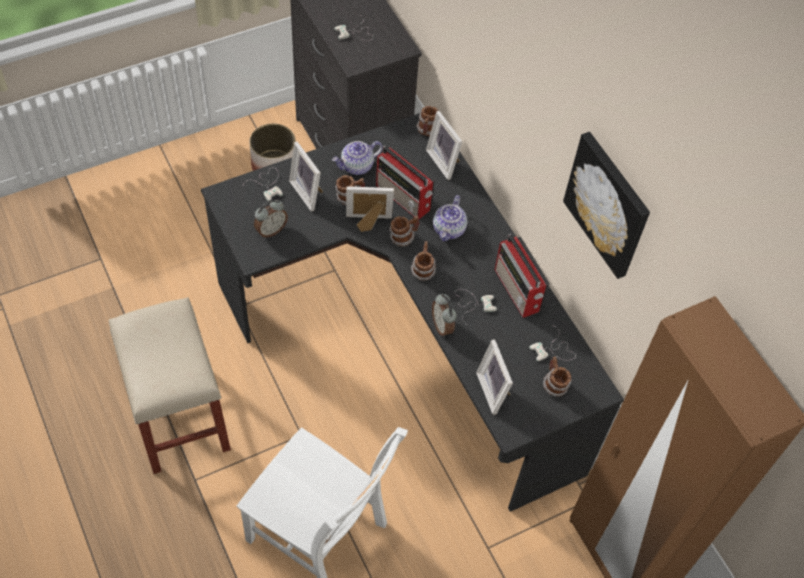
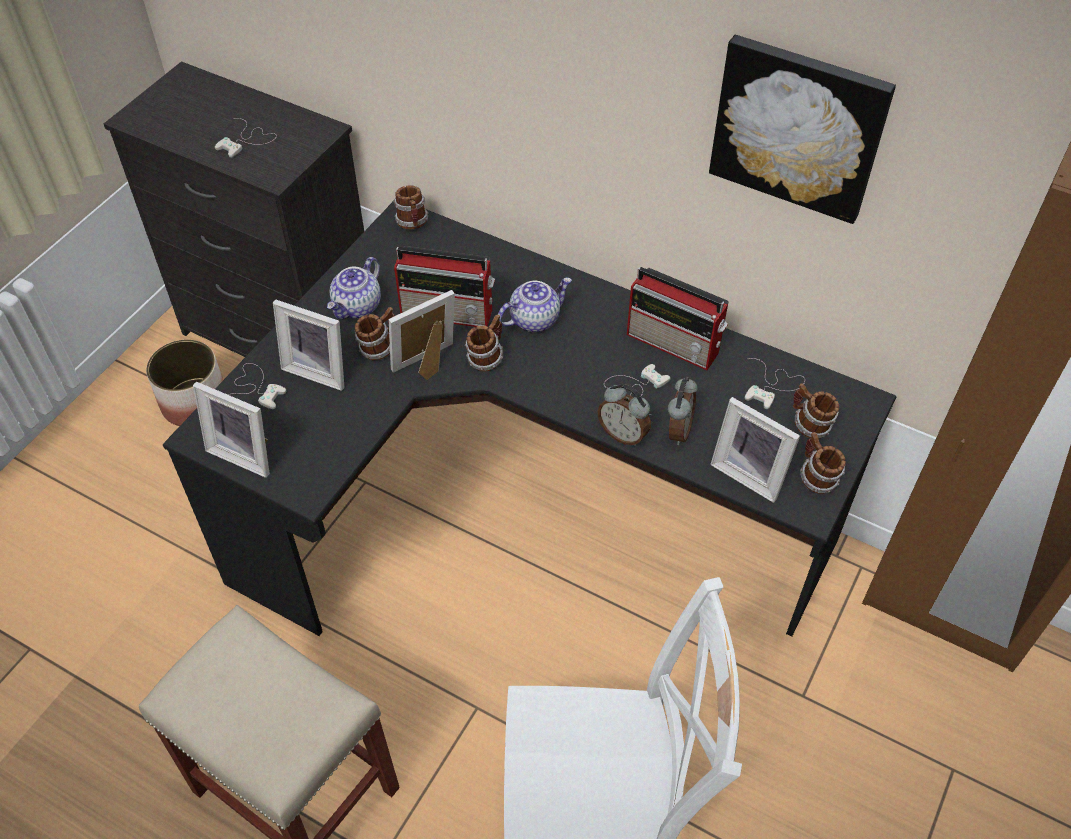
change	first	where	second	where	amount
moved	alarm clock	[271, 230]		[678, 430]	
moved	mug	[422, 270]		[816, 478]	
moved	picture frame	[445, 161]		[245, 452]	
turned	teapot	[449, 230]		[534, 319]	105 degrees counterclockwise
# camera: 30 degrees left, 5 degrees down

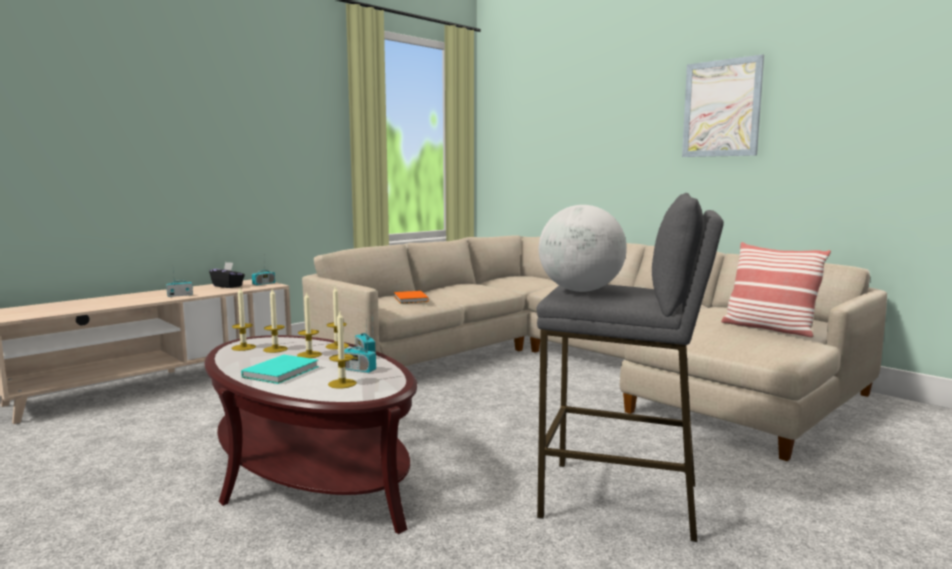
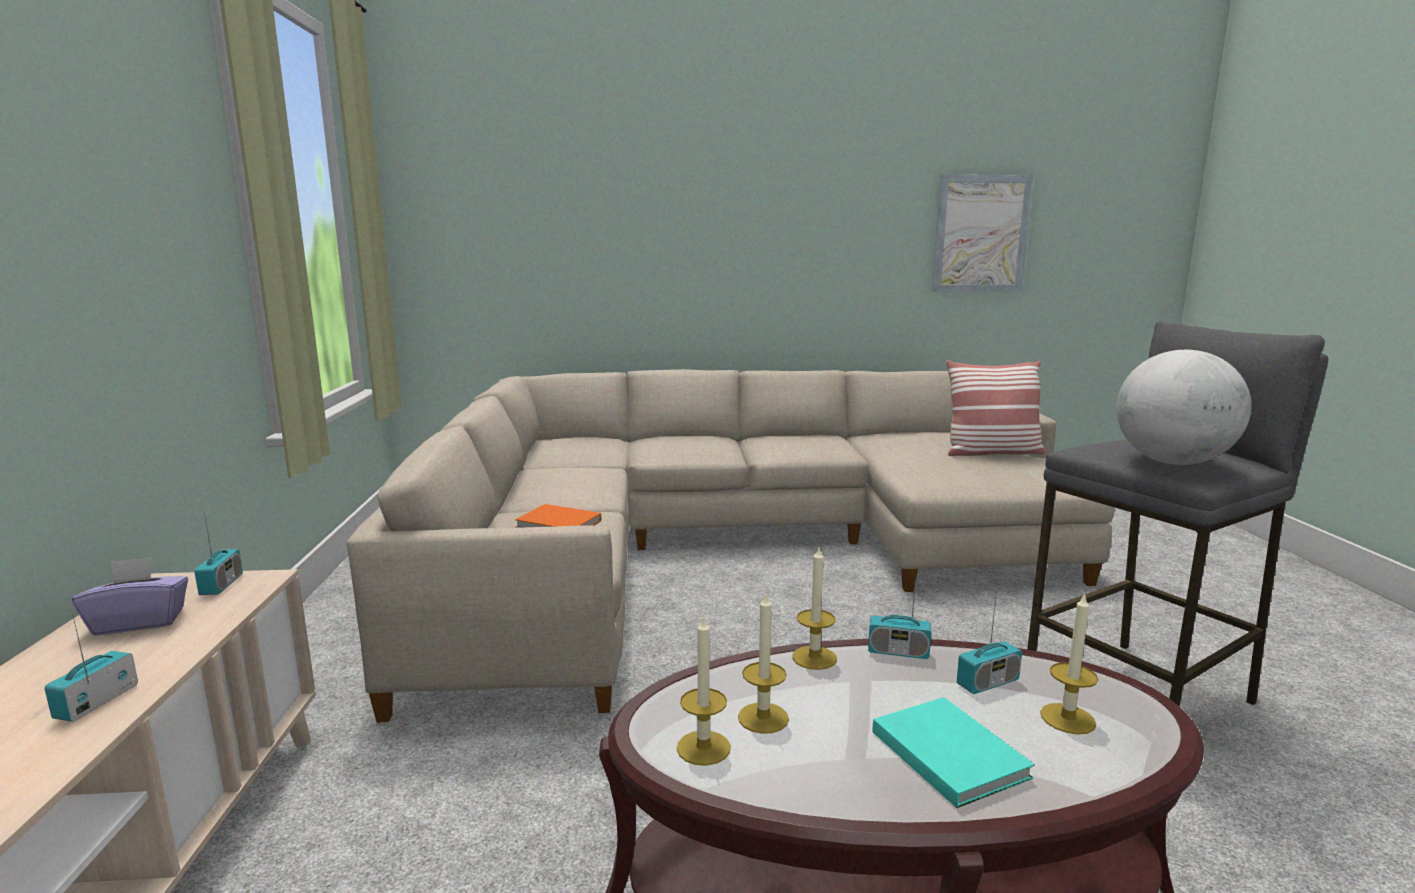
change	first	where	second	where	amount
removed	candle	[309, 355]			
moved	picture	[721, 108]		[980, 234]	
recoloured	tissue box (black)	[228, 286]	tissue box (purple)	[140, 622]	
# camera: 50 degrees left, 5 degrees up

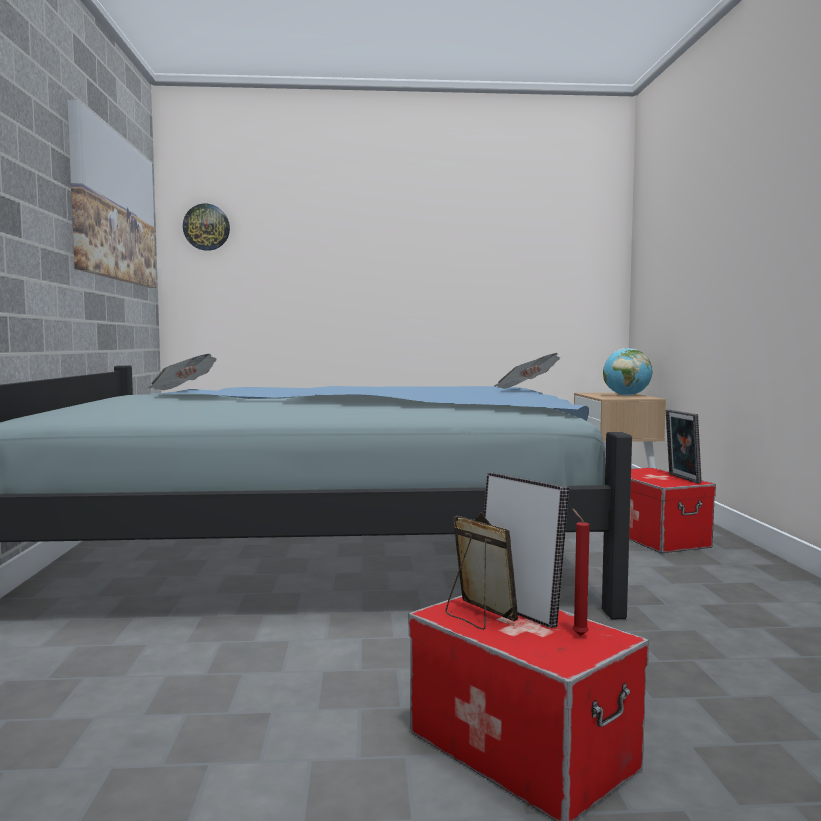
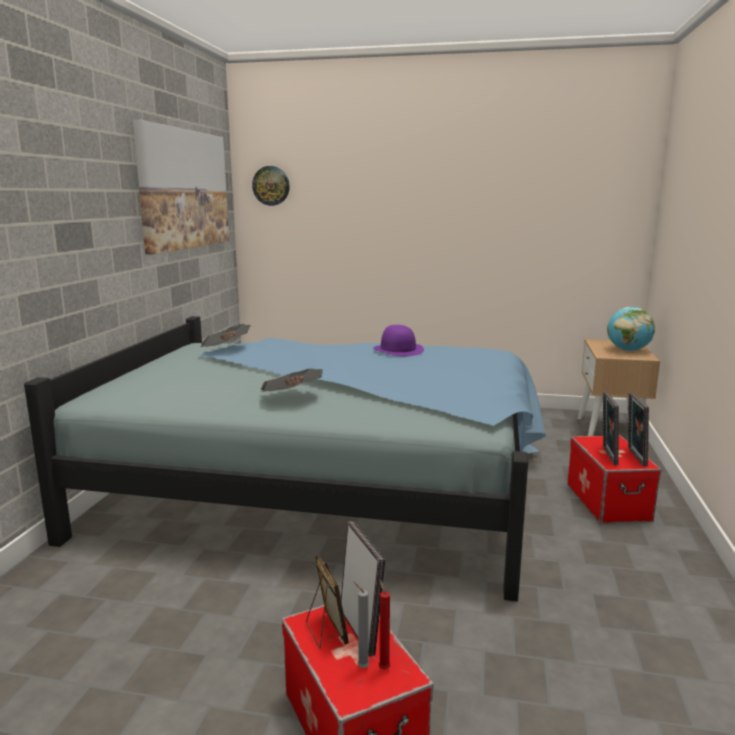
change	first	where	second	where	amount
added			candle (grey)	[361, 667]	
added			hat (purple)	[398, 350]	
added			picture frame	[607, 456]	
moved	newspaper	[526, 390]		[291, 398]	
# camera: 15 degrees right, 10 degrees up

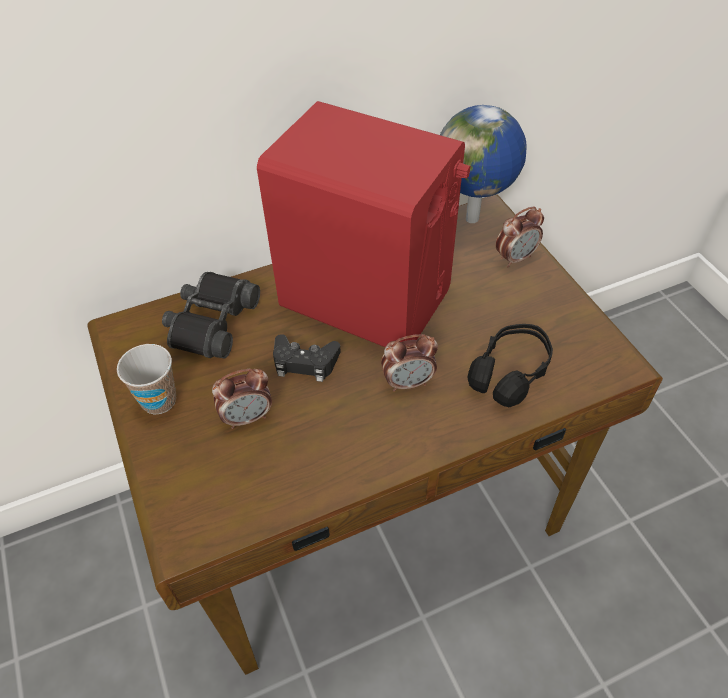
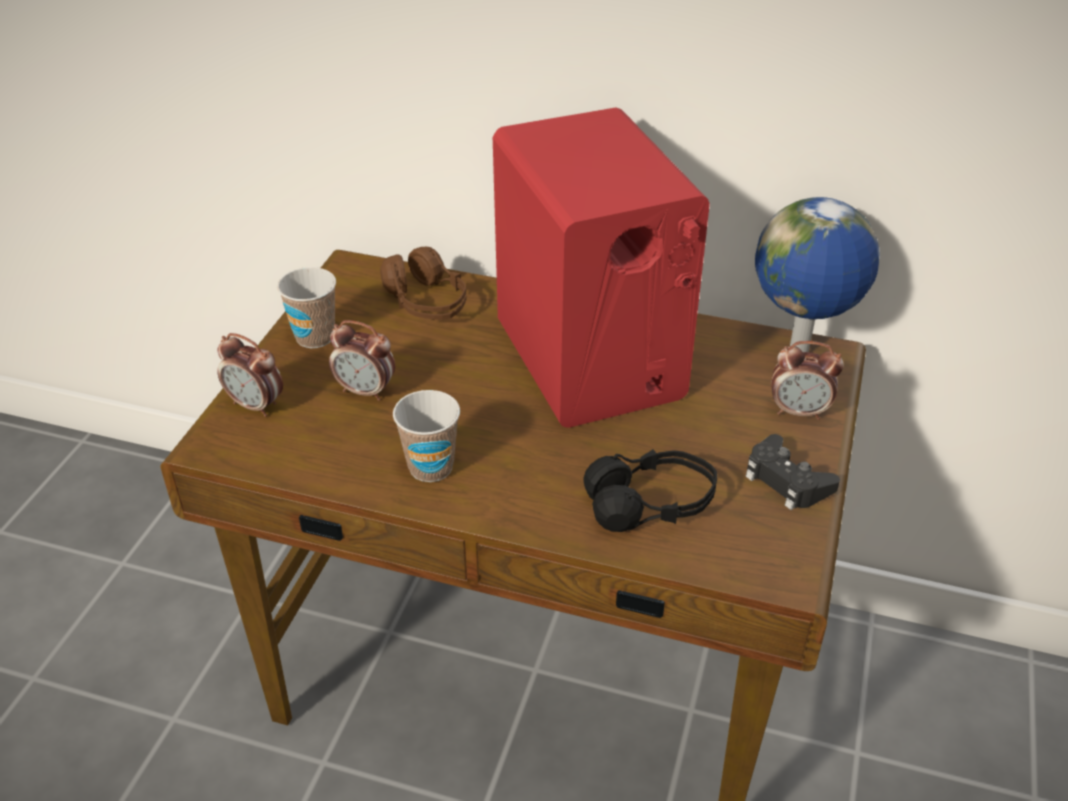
change	first	where	second	where	amount
added			cup	[431, 467]	
moved	game controller (black)	[305, 362]		[786, 480]	
moved	alarm clock	[408, 382]		[256, 405]	
replaced	binoculars (black)	[211, 322]	headphones (brown)	[427, 302]	
# camera: 40 degrees right, 10 degrees down

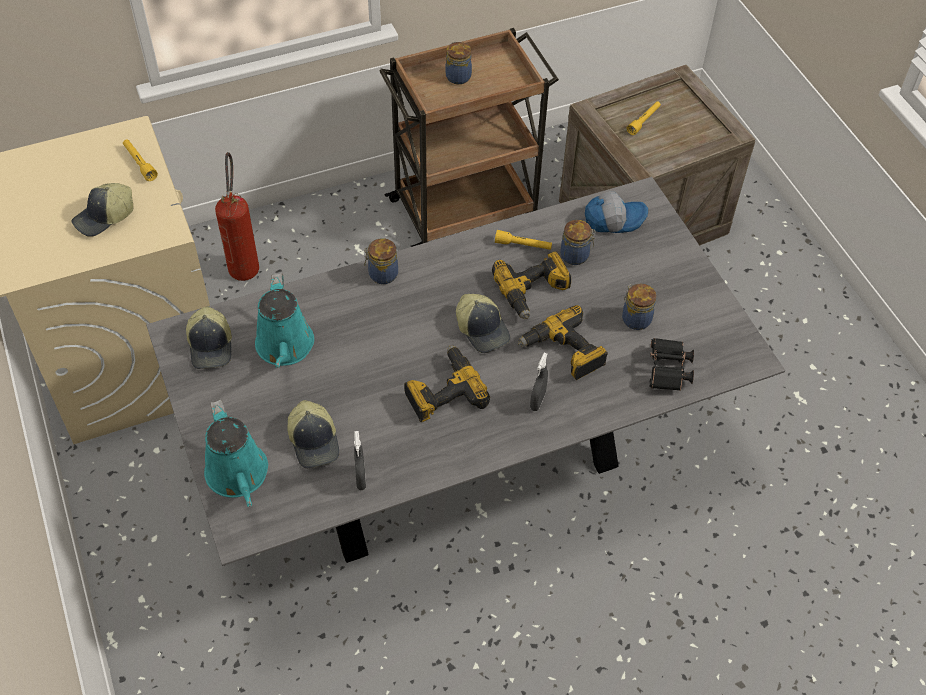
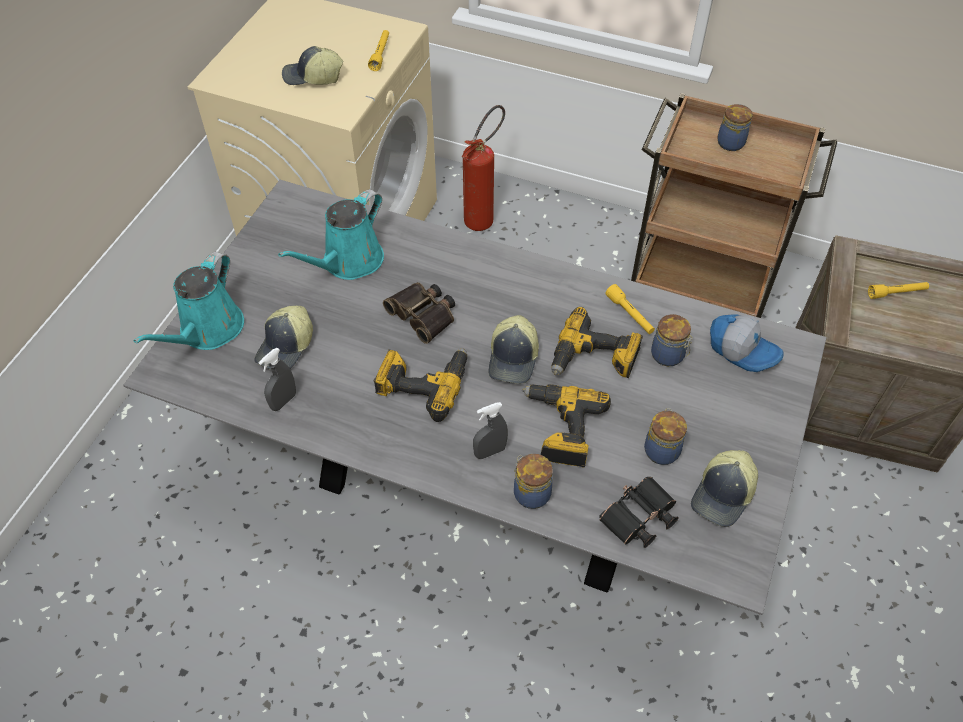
change	first	where	second	where	amount
added			binoculars	[424, 314]	
moved	cap	[211, 346]		[724, 495]	
moved	jar	[382, 274]		[530, 493]	
# camera: 45 degrees right, 0 degrees up

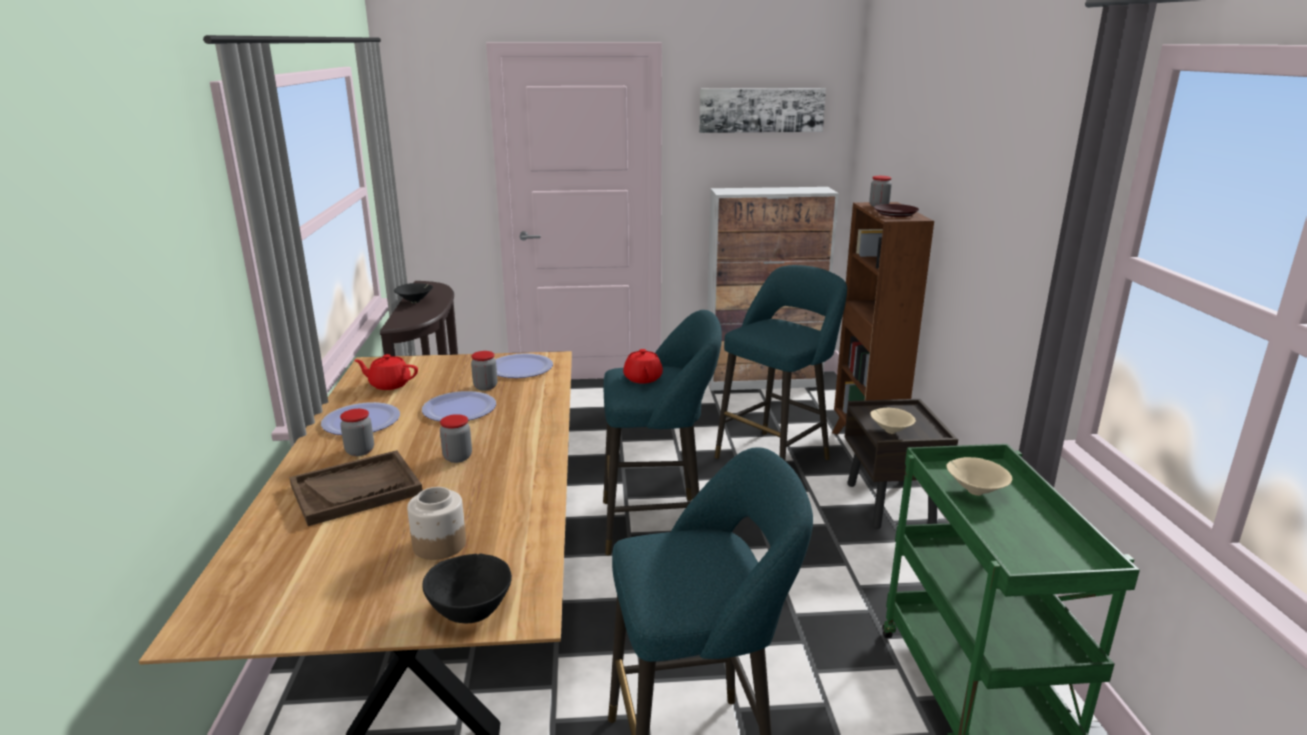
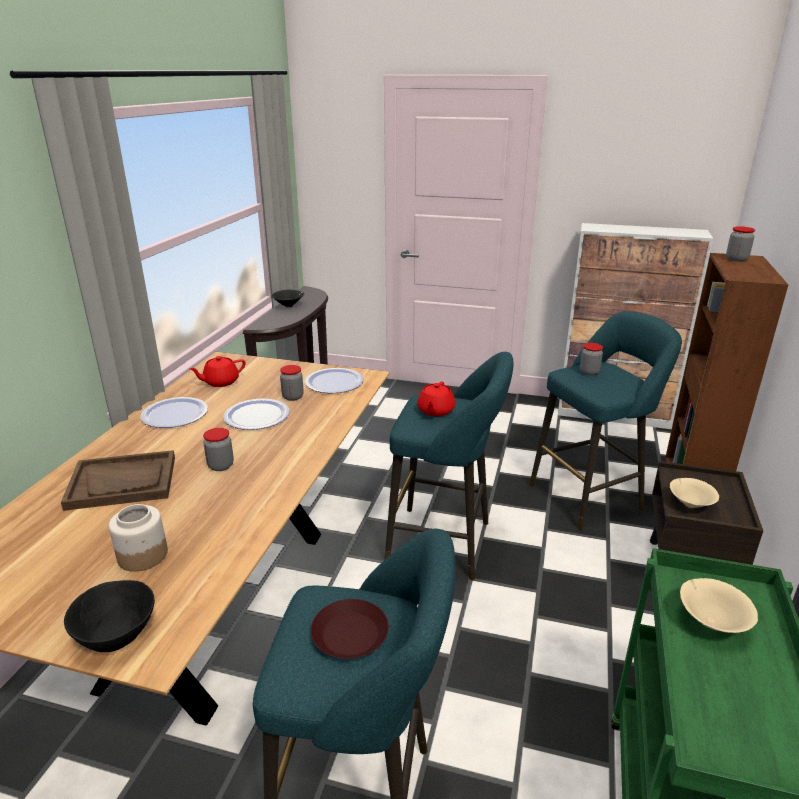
change	first	where	second	where	amount
removed	picture	[761, 110]			
moved	jar	[360, 451]		[589, 372]	
moved	plate (brown)	[895, 213]		[350, 634]	
turned	teapot (red)	[389, 384]		[220, 382]	60 degrees counterclockwise
# camera: 20 degrees right, 5 degrees up

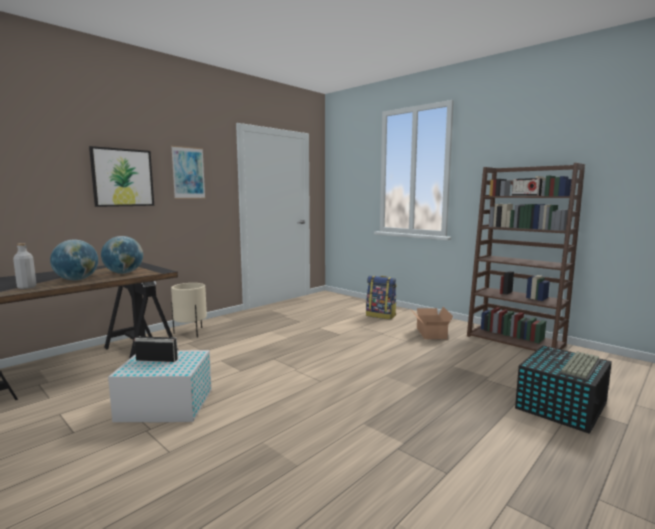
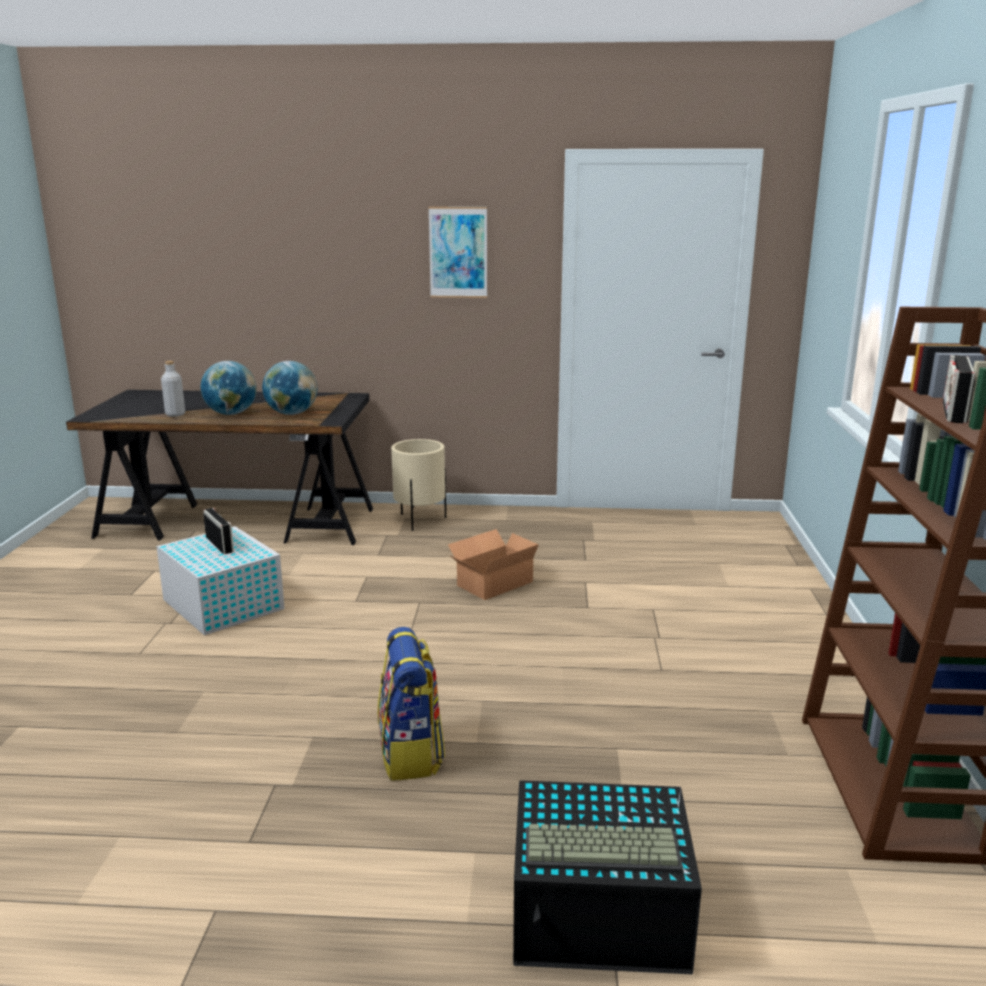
change	first	where	second	where	amount
removed	picture	[122, 177]			
moved	backpack	[381, 315]		[411, 754]	
moved	cardboard box	[430, 333]		[492, 583]	
# camera: 50 degrees right, 10 degrees up

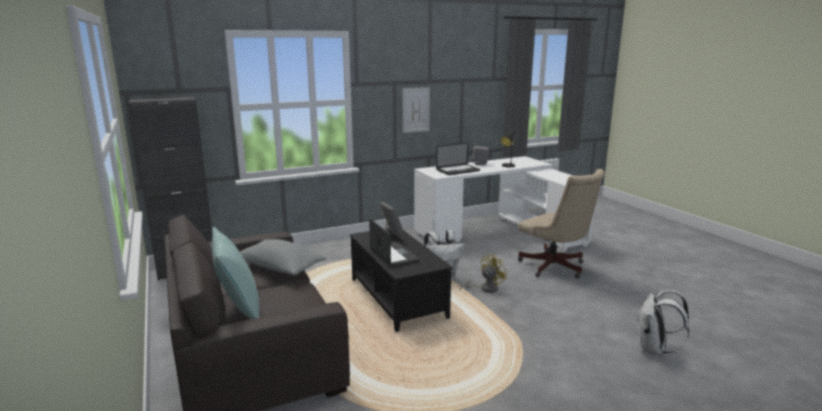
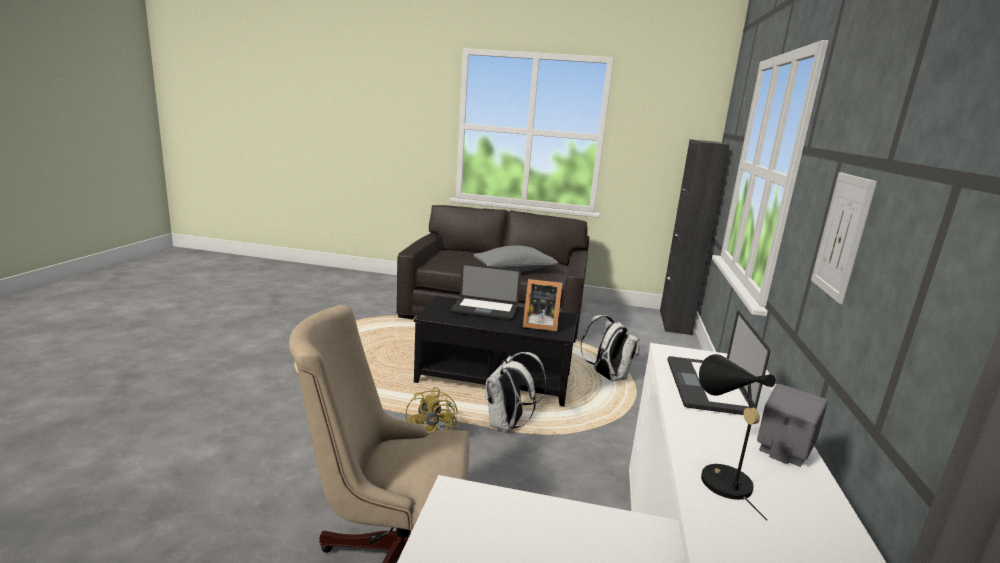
change	first	where	second	where	amount
removed	pillow	[239, 308]			
moved	backpack (white)	[654, 350]		[607, 376]	
# camera: 125 degrees right, 0 degrees up

